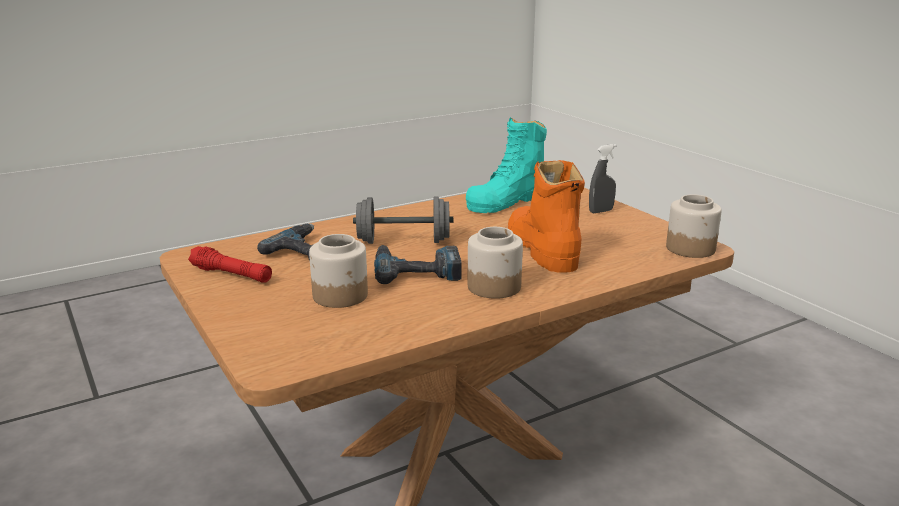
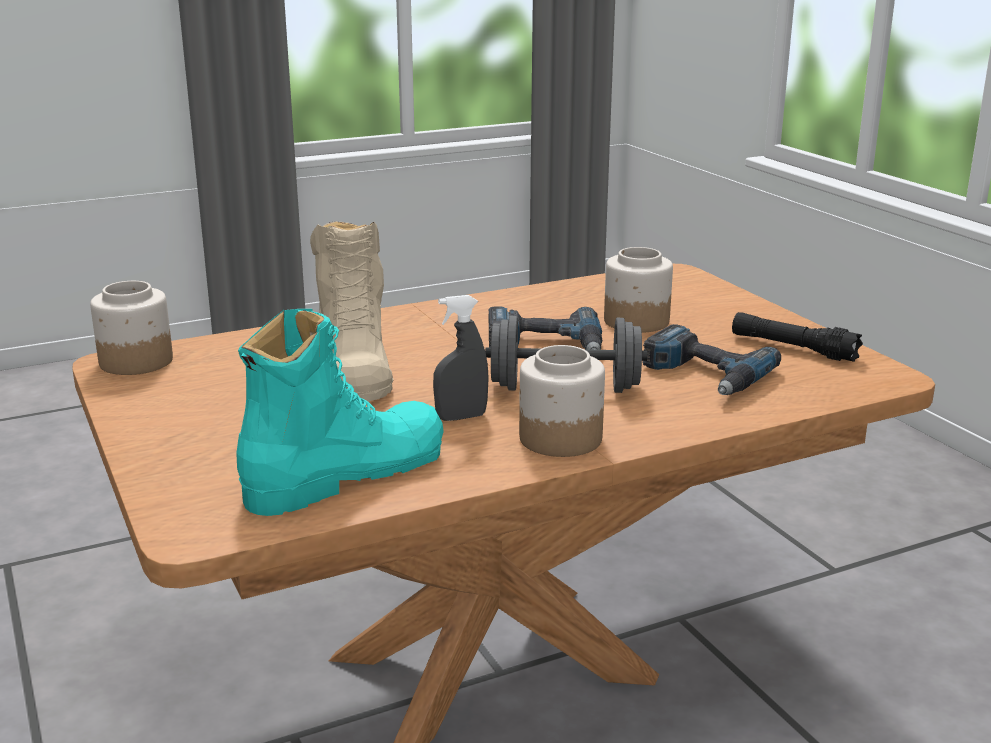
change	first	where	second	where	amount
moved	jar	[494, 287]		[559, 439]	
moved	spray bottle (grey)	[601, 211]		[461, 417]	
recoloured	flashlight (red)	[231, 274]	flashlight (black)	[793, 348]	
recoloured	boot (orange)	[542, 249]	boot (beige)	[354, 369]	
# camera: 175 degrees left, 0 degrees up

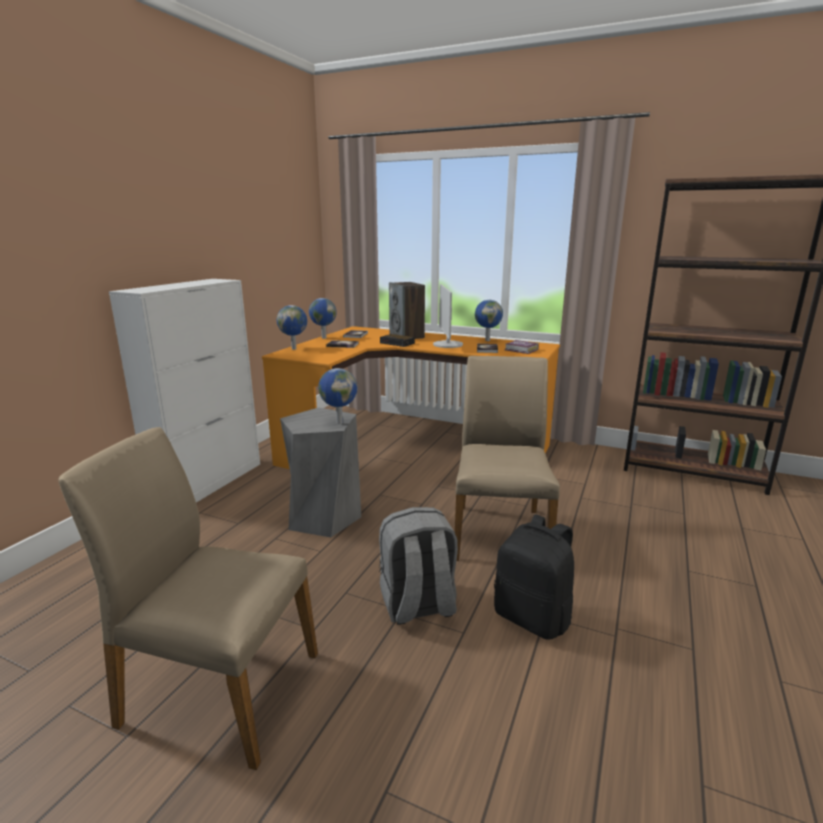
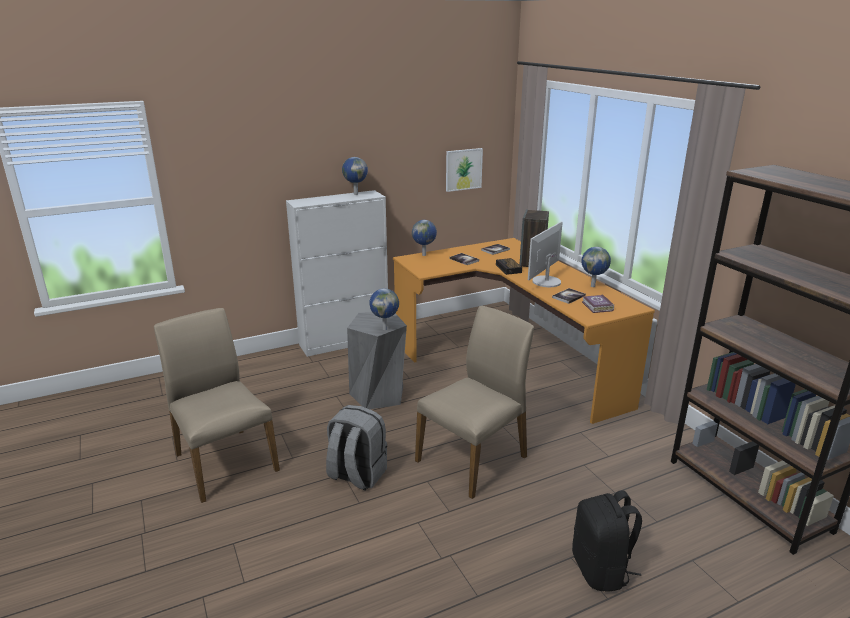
change	first	where	second	where	amount
added			picture	[463, 169]	
moved	globe	[323, 338]		[355, 194]	
moved	backpack (black)	[533, 617]		[601, 570]	
# camera: 40 degrees right, 5 degrees up

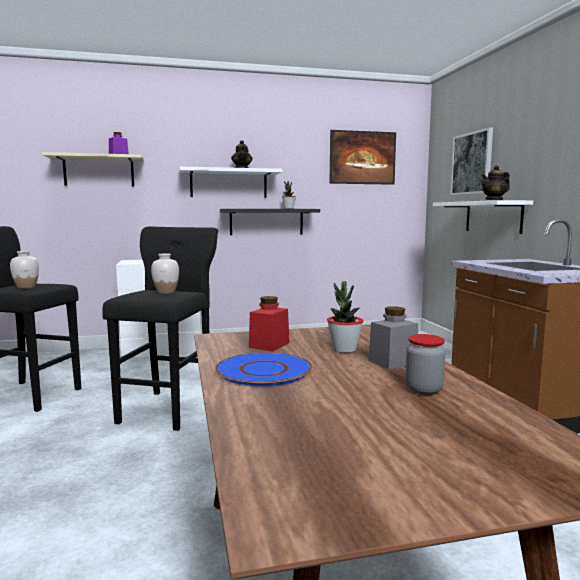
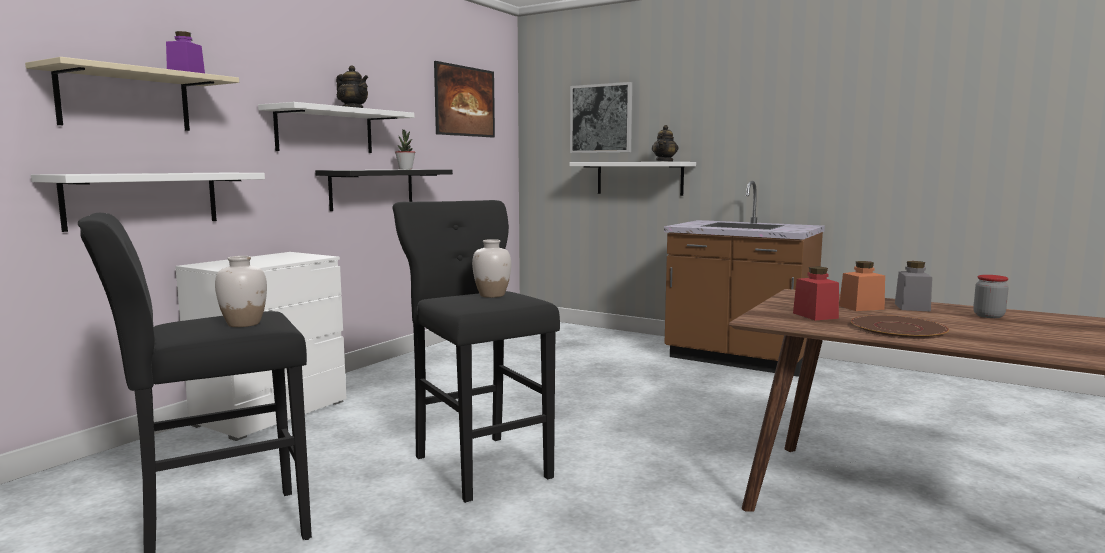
change	first	where	second	where	amount
added			shelf (white)	[143, 199]	
replaced	potted plant	[344, 350]	jar (orange)	[861, 307]	
recoloured	plate (blue)	[263, 371]	plate (brown)	[898, 329]	
# camera: 45 degrees left, 0 degrees up

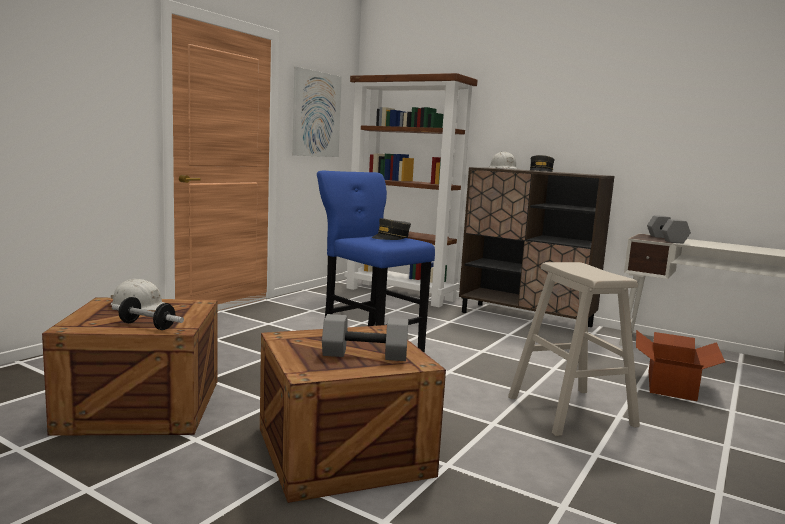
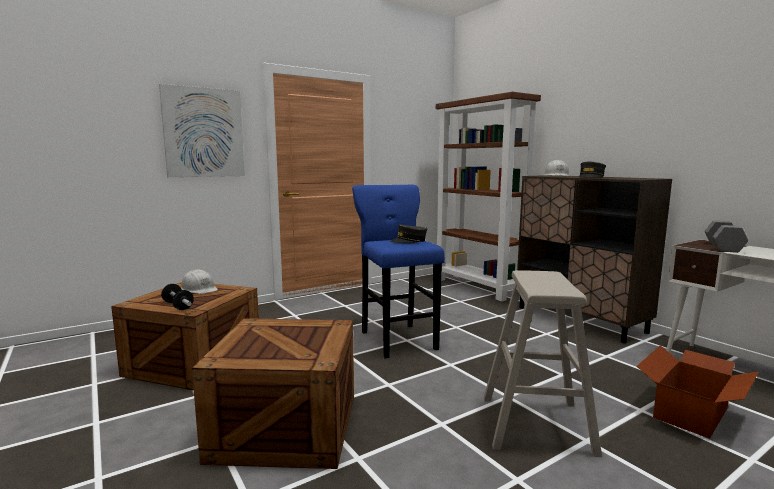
change	first	where	second	where	amount
removed	dumbbell (grey)	[364, 355]			
moved	picture	[316, 114]		[204, 132]	
# camera: 25 degrees right, 0 degrees up

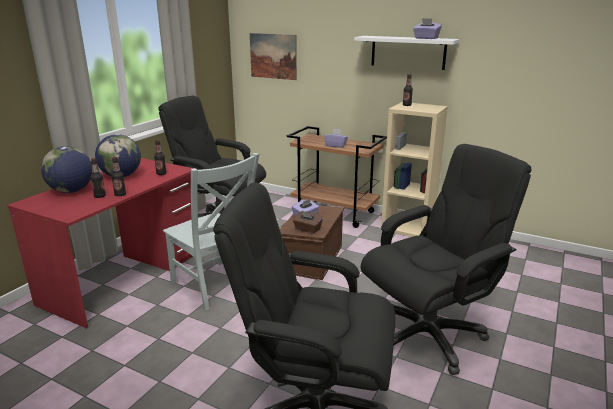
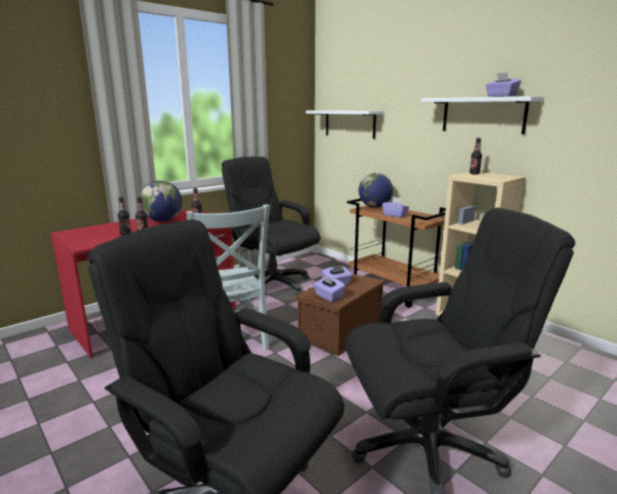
change	first	where	second	where	amount
moved	globe	[71, 191]		[375, 207]	
replaced	picture	[273, 56]	shelf (white)	[349, 123]	
recoloured	tissue box (brown)	[307, 229]	tissue box (purple)	[328, 297]	
# camera: 20 degrees right, 5 degrees down

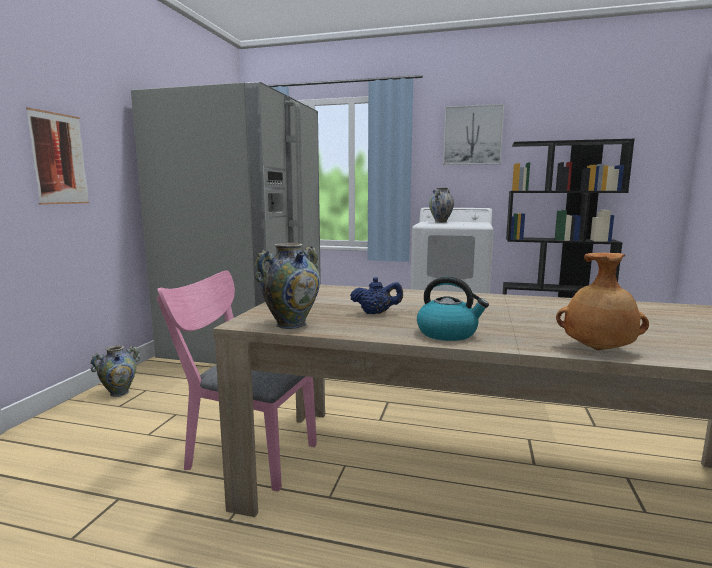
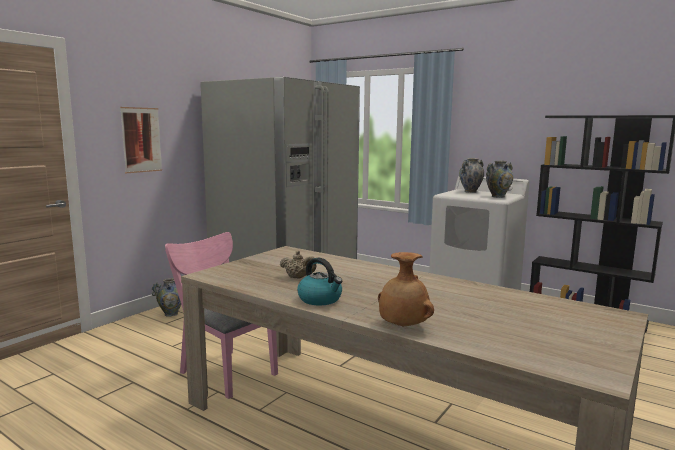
change	first	where	second	where	amount
removed	picture	[472, 135]			
moved	vase	[291, 324]		[498, 196]	
recoloured	teapot (blue)	[376, 313]	teapot (beige)	[298, 278]	
# camera: 20 degrees right, 0 degrees up

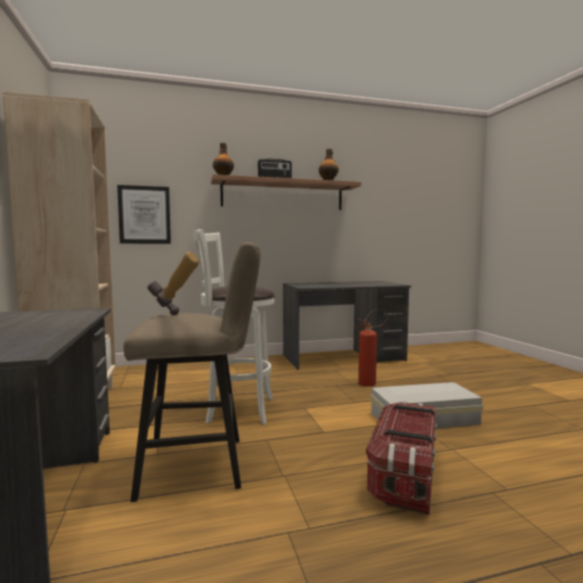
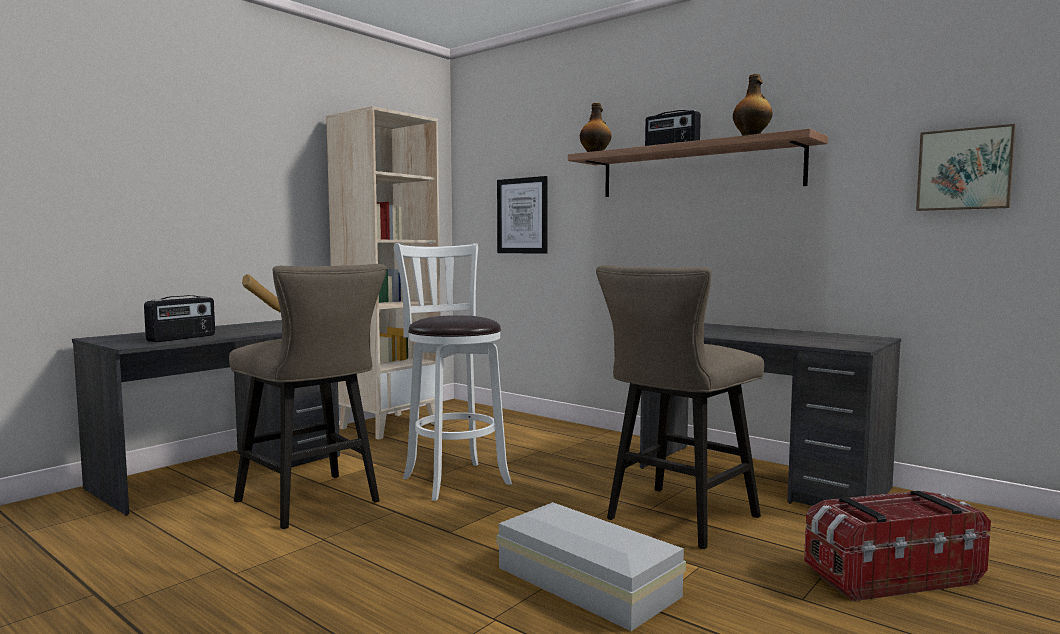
change	first	where	second	where	amount
added			radio	[182, 338]	
added			picture	[964, 169]	
moved	storage box	[404, 476]		[890, 576]	
replaced	fire extinguisher	[371, 383]	stool (beige)	[675, 520]	
# camera: 55 degrees right, 0 degrees up

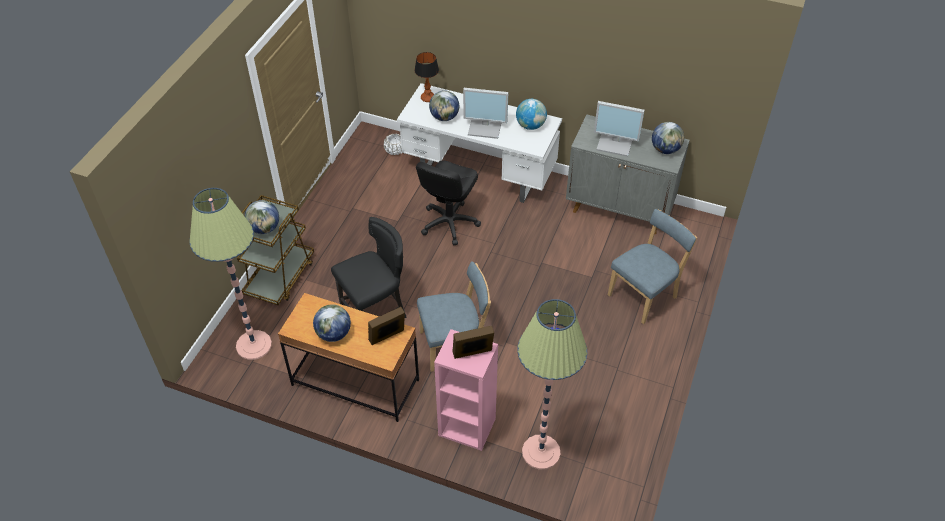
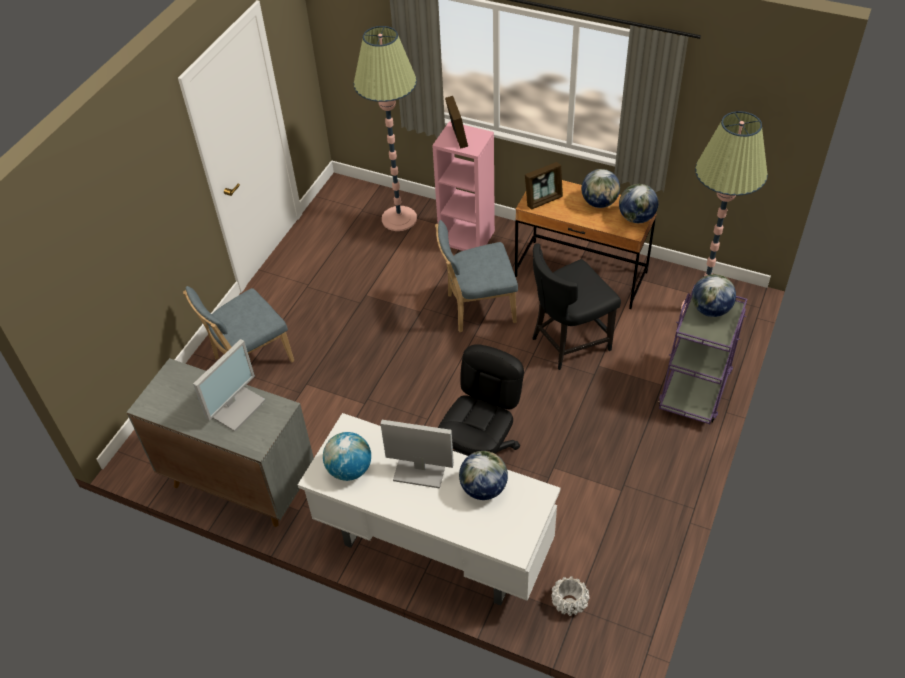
change	first	where	second	where	amount
removed	table lamp	[427, 98]			
moved	globe	[665, 149]		[636, 218]	
recoloured	cart (brown)	[280, 277]	cart (purple)	[695, 388]	
turned	picture frame	[472, 354]		[457, 137]	90 degrees counterclockwise
turned	monitor	[615, 143]		[235, 405]	105 degrees clockwise
# camera: 175 degrees left, 0 degrees up

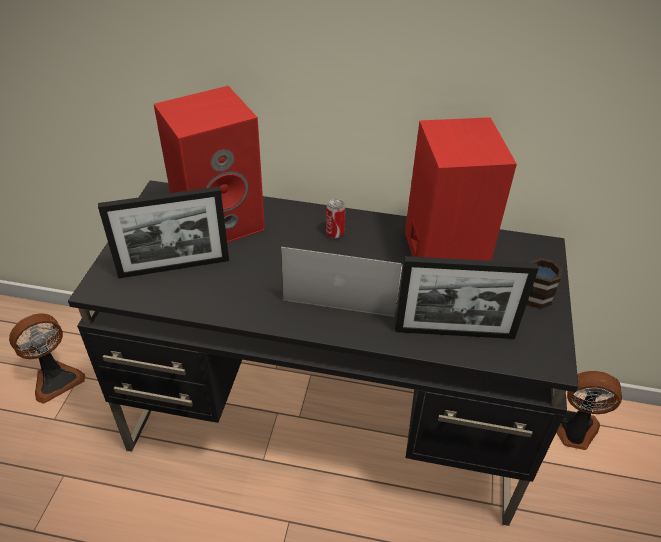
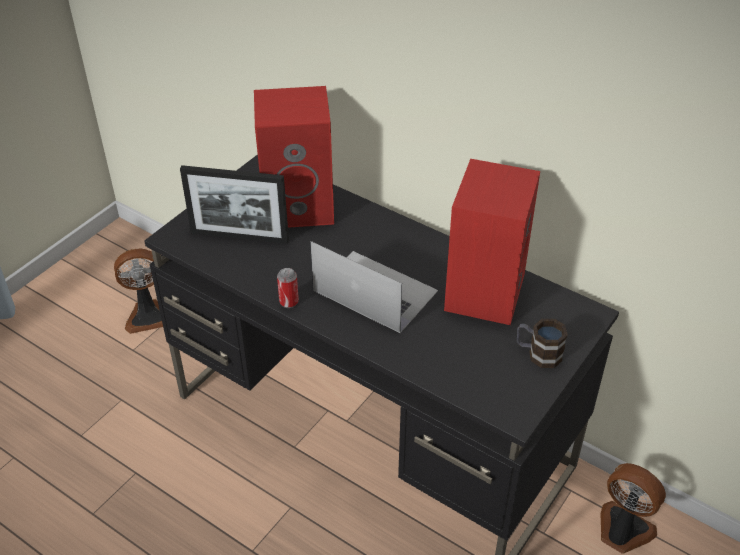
change	first	where	second	where	amount
removed	picture frame	[454, 332]			
moved	can	[335, 233]		[289, 302]	
# camera: 25 degrees right, 0 degrees up

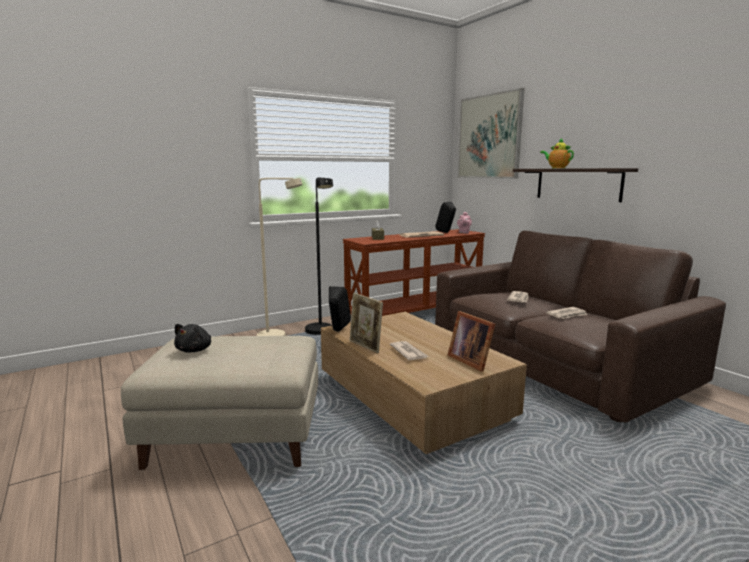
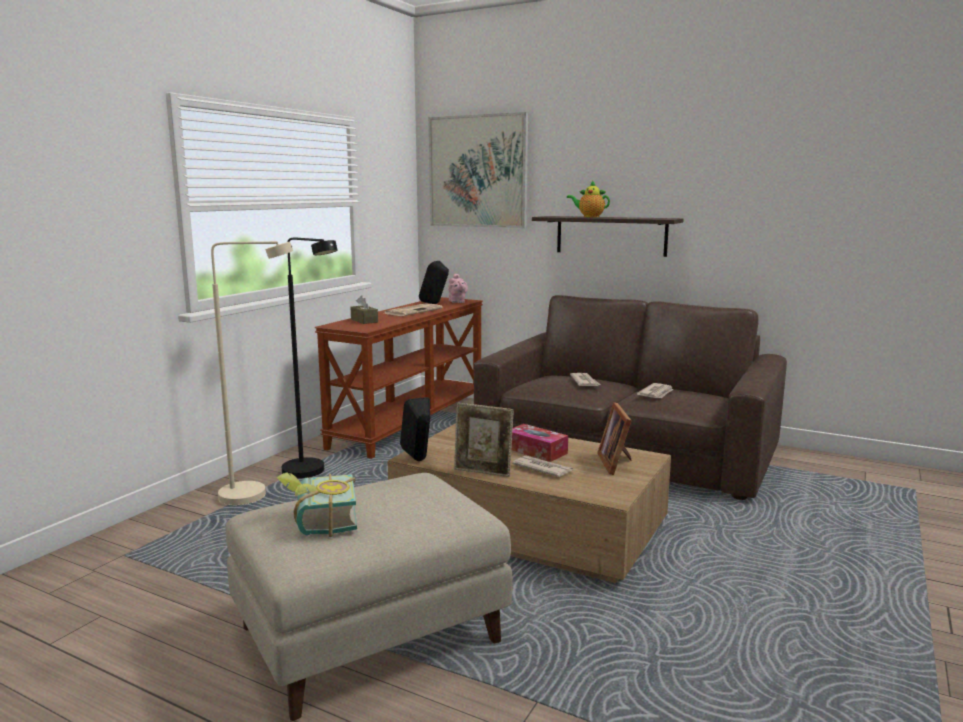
change	first	where	second	where	amount
added			tissue box	[536, 451]	
replaced	plush toy (black)	[195, 350]	book	[318, 522]	
turned	picture frame	[470, 360]		[616, 463]	60 degrees clockwise
# camera: 30 degrees left, 0 degrees up

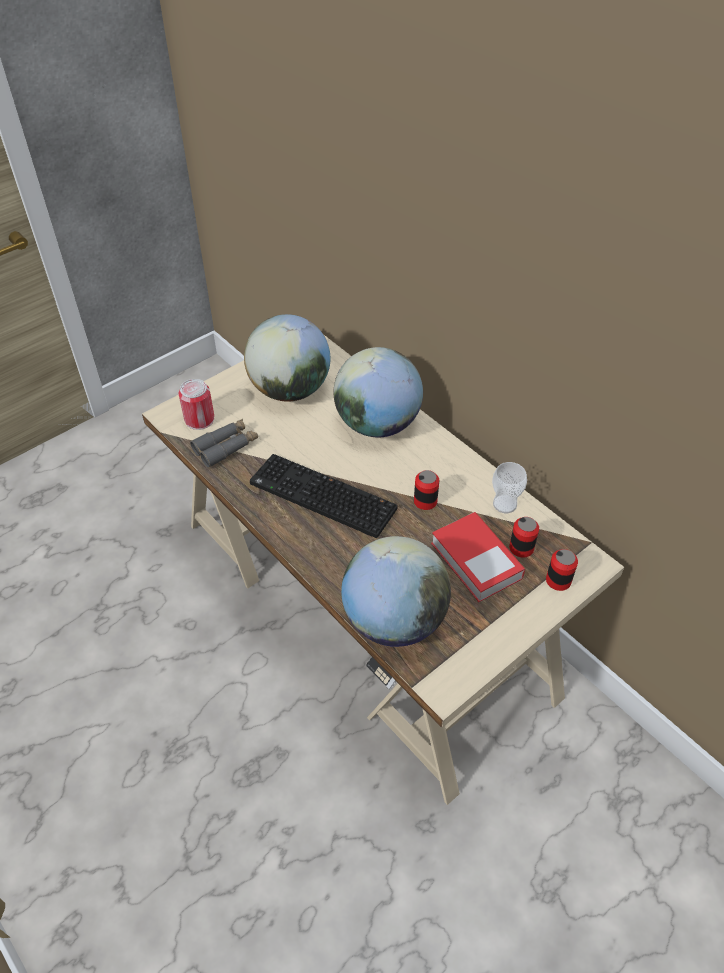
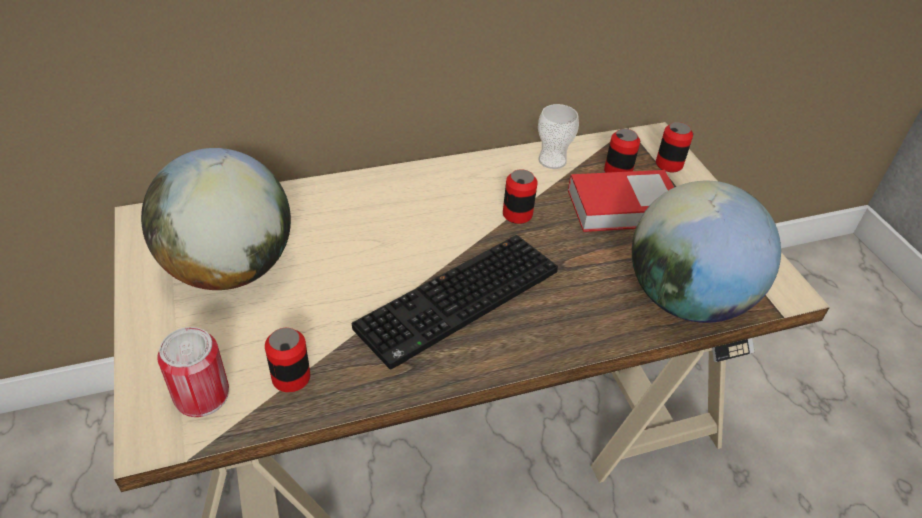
change	first	where	second	where	amount
removed	globe	[377, 424]			
replaced	binoculars (grey)	[226, 447]	can	[291, 377]	
# camera: 70 degrees left, 5 degrees down

